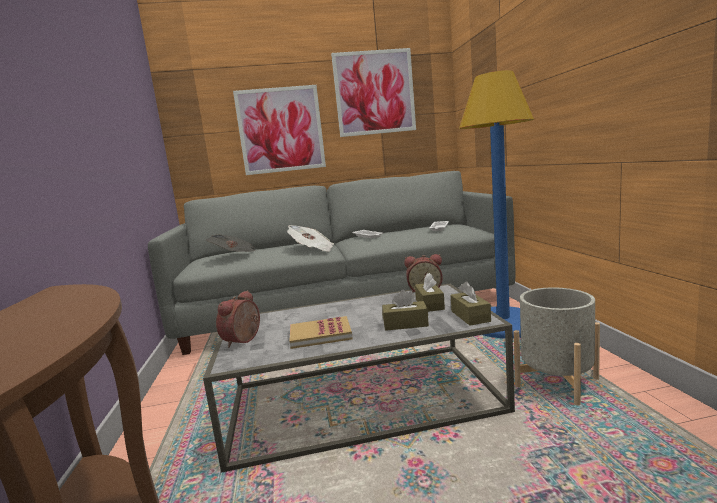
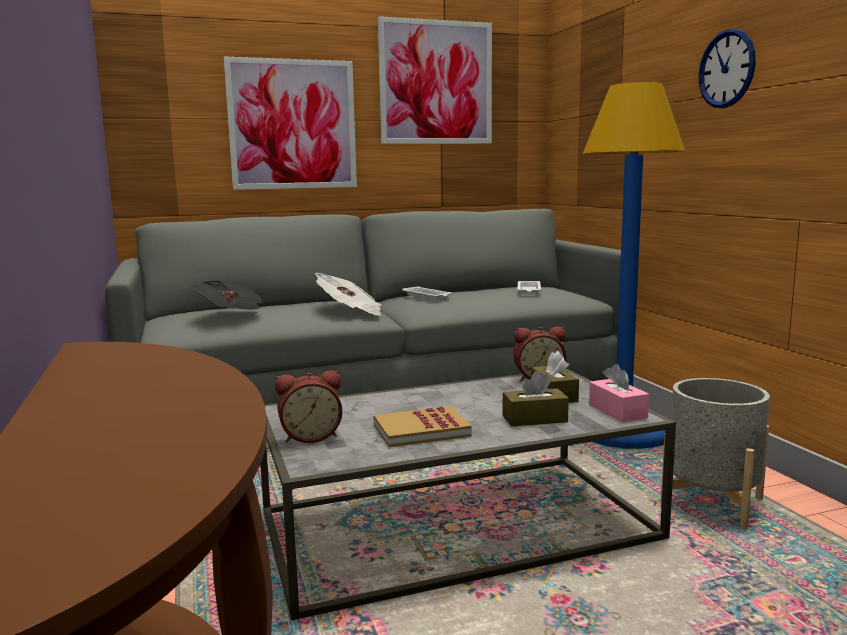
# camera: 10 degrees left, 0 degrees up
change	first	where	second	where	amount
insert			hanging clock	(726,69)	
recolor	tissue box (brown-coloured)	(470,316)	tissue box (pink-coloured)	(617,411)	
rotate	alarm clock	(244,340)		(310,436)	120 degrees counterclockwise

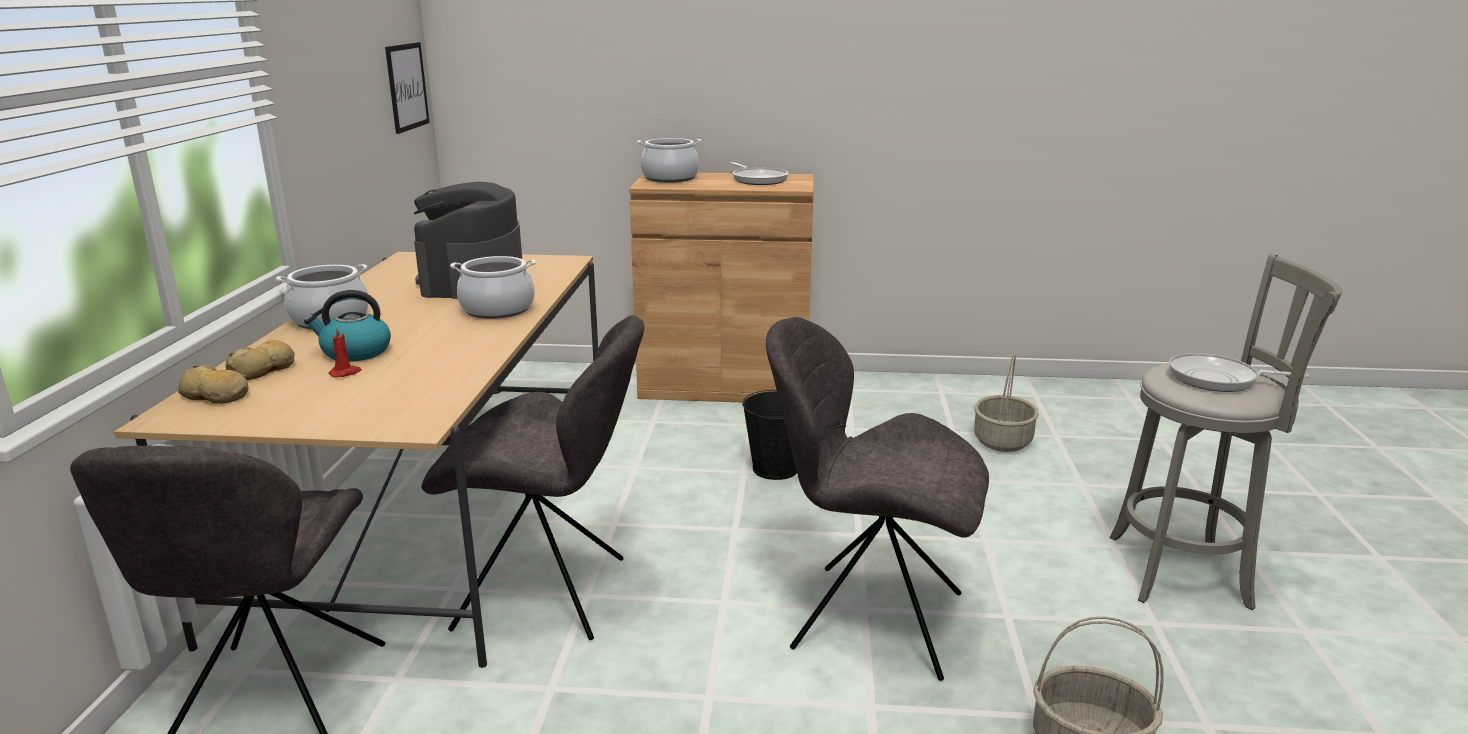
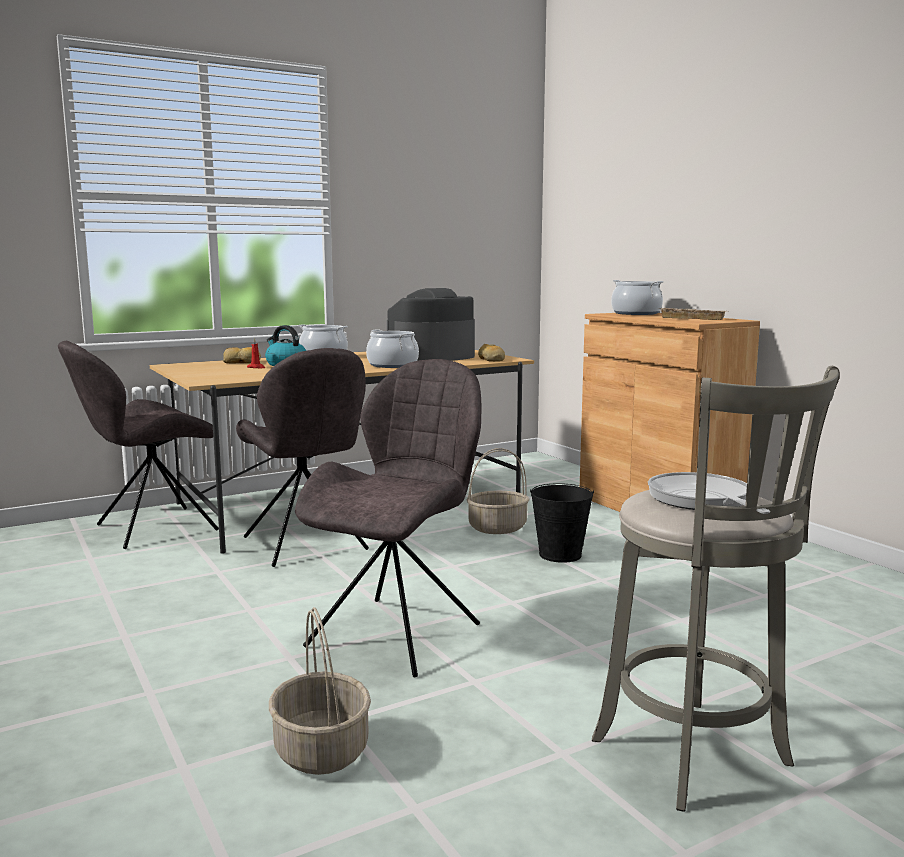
# camera: 55 degrees right, 10 degrees down
change	first	where	second	where	amount
delete	wall art	(407,87)			
move	bread	(215,396)		(491,359)	
move	household basket	(1002,440)		(498,528)	
replace	skillet	(758,179)	tray (sand-coloured)	(694,318)	
rotate	chair (grey)	(870,618)		(398,633)	45 degrees clockwise

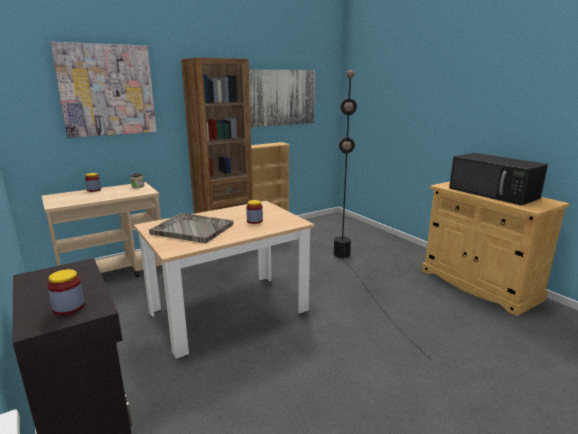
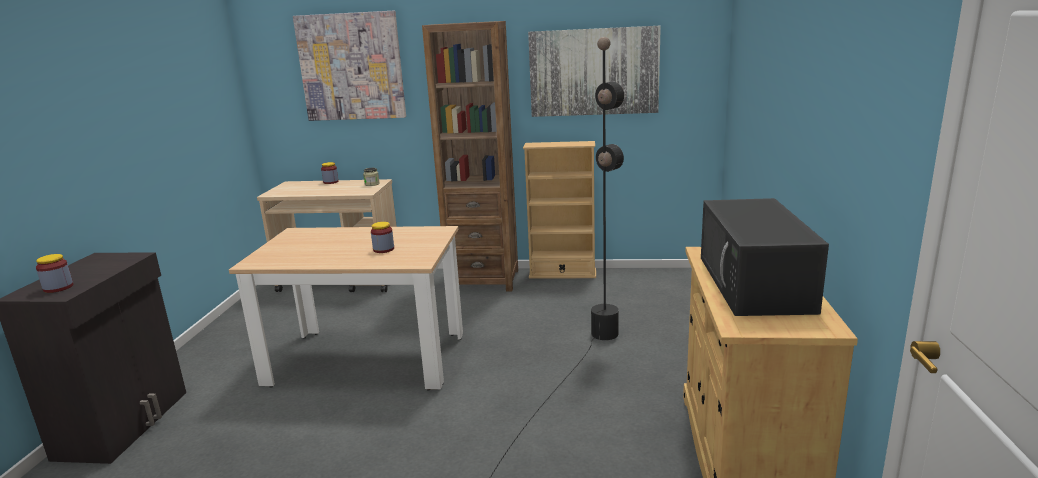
# camera: 40 degrees right, 0 degrees up
change	first	where	second	where	amount
delete	tray (grey)	(192,229)			

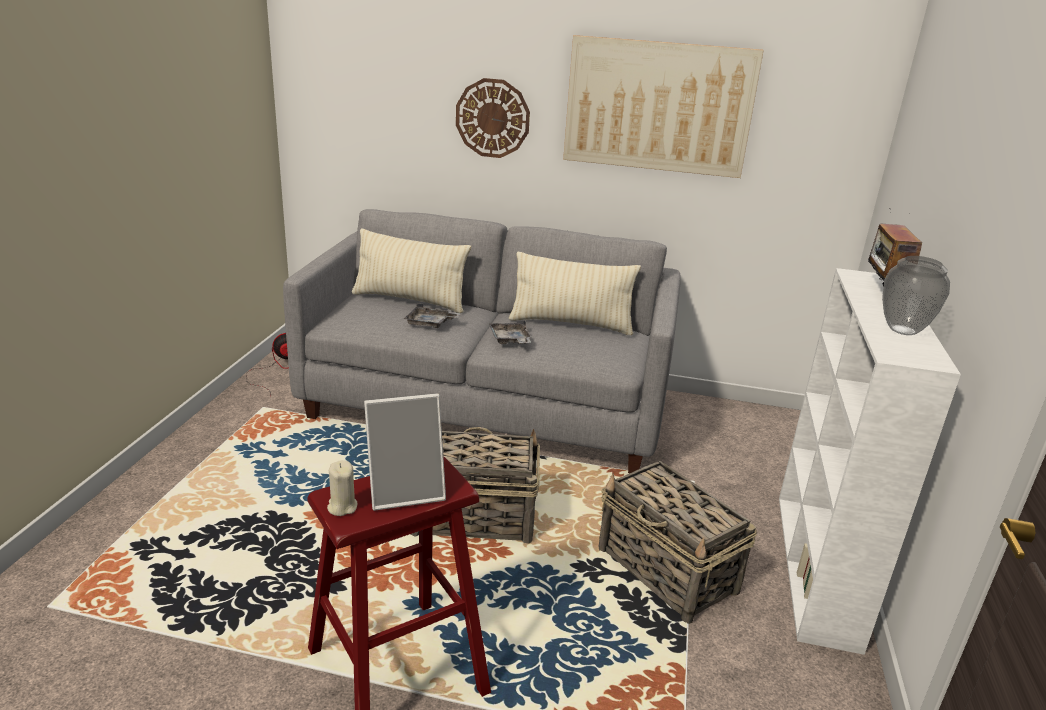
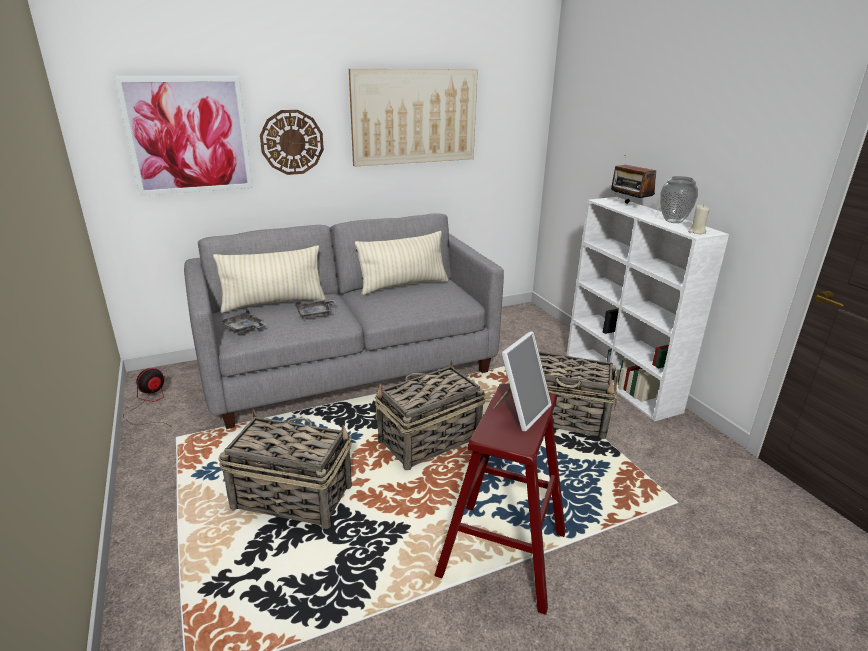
# camera: 35 degrees left, 0 degrees up
change	first	where	second	where	amount
insert			wall art	(188,136)	
insert			household basket	(291,497)	
move	wax candle (sand-coloured)	(342,507)		(697,232)	
move	tray (grey)	(510,340)		(244,329)	

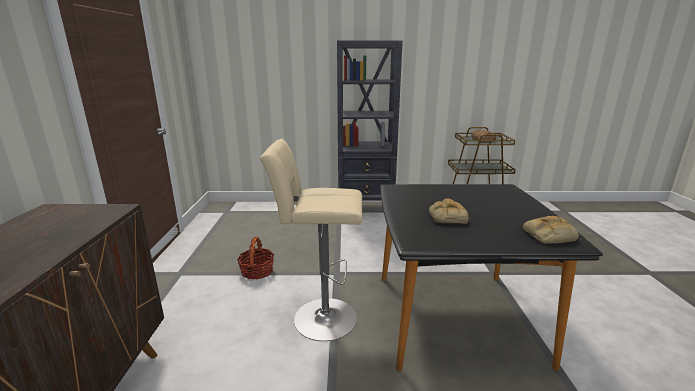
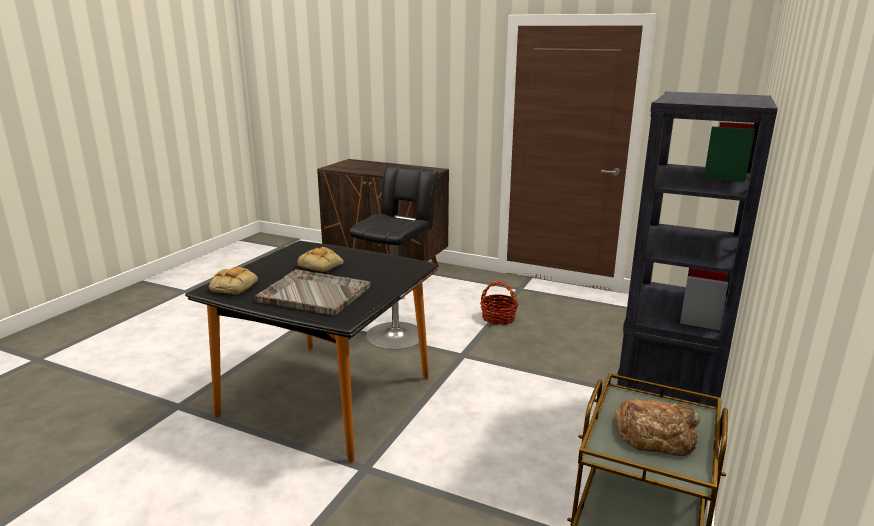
# camera: 115 degrees right, 0 degrees up
change	first	where	second	where	amount
insert			tray (grey)	(313,294)	
recolor	sitting stool (sand-coloured)	(320,318)	sitting stool (black-coloured)	(397,333)	

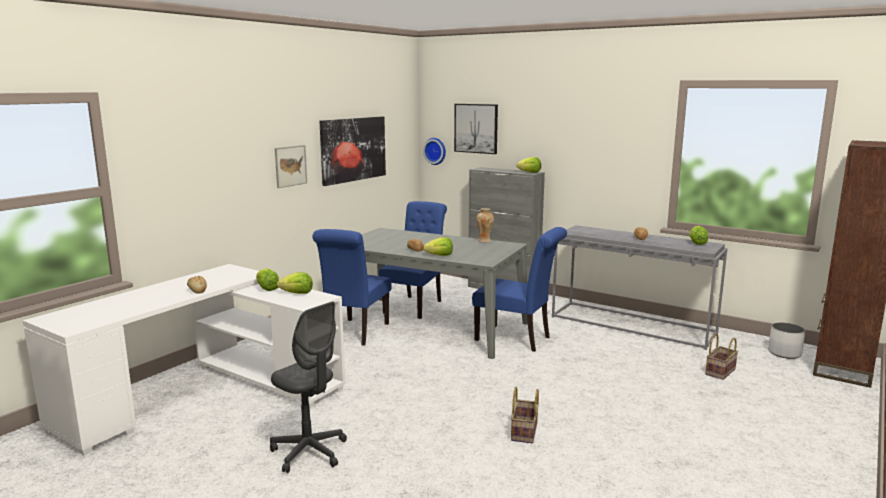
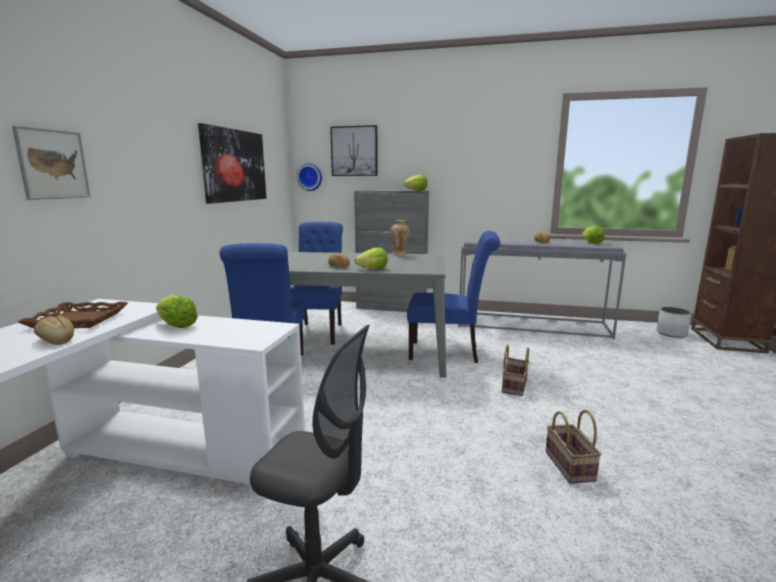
# camera: 20 degrees left, 0 degrees up
change	first	where	second	where	amount
delete	head of lettuce	(297,293)			
insert			tray (brown-coloured)	(77,320)	
move	wall art	(290,166)		(53,164)	
move	household basket	(720,371)		(513,386)	

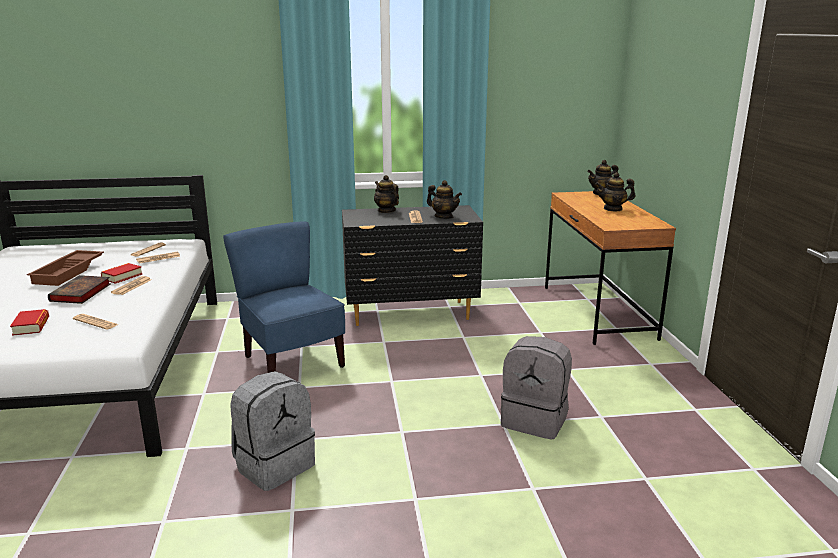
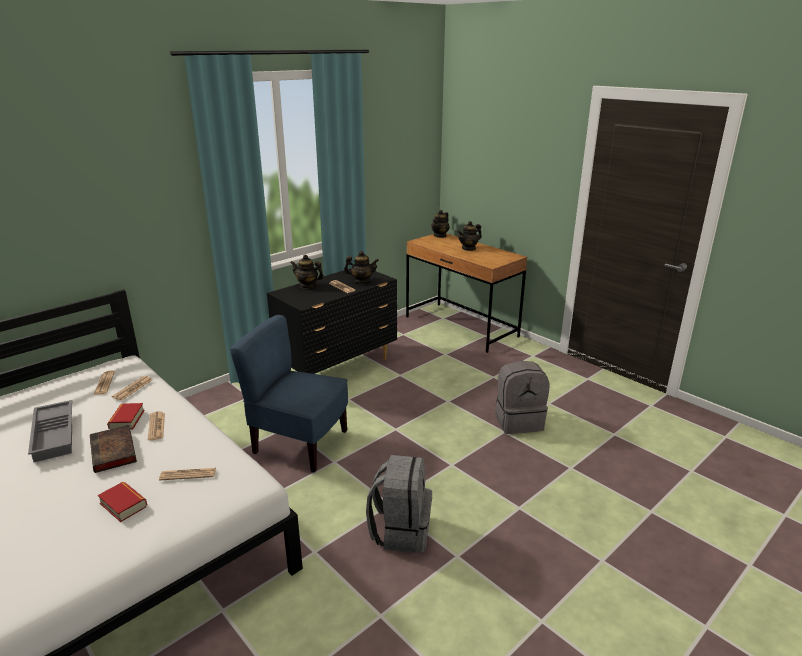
# camera: 35 degrees left, 5 degrees up
change	first	where	second	where	amount
recolor	tray (brown-coloured)	(69,272)	tray (grey)	(56,434)	

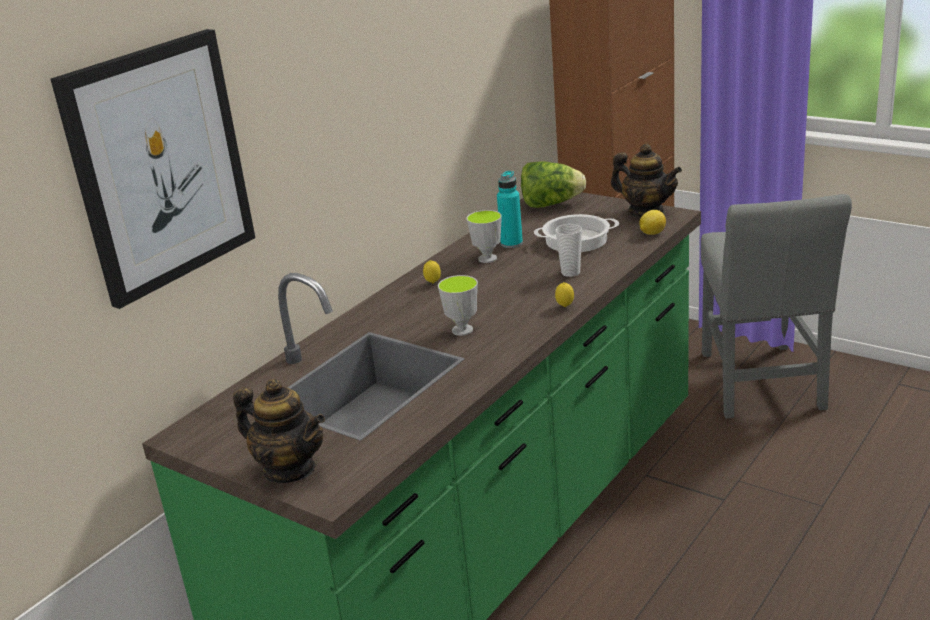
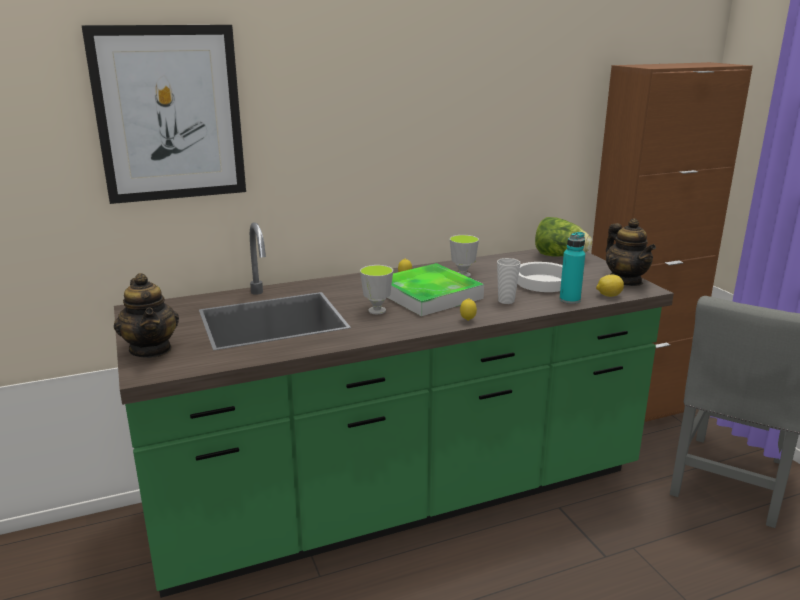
# camera: 30 degrees right, 5 degrees down
change	first	where	second	where	amount
insert			tray	(429,295)	
move	bottle (blue-green)	(511,243)		(569,300)	

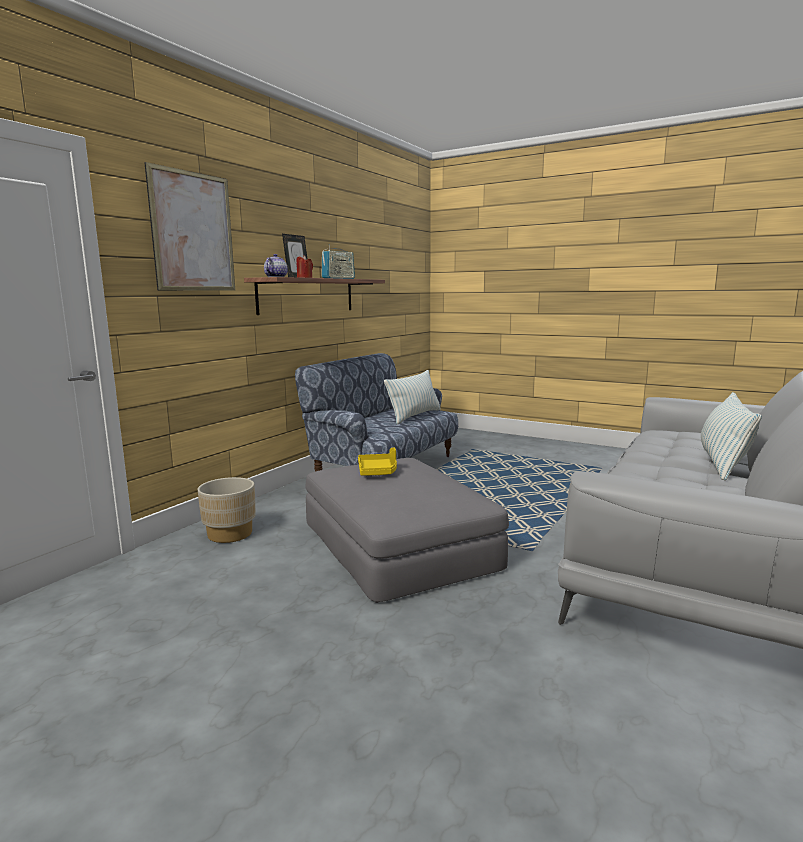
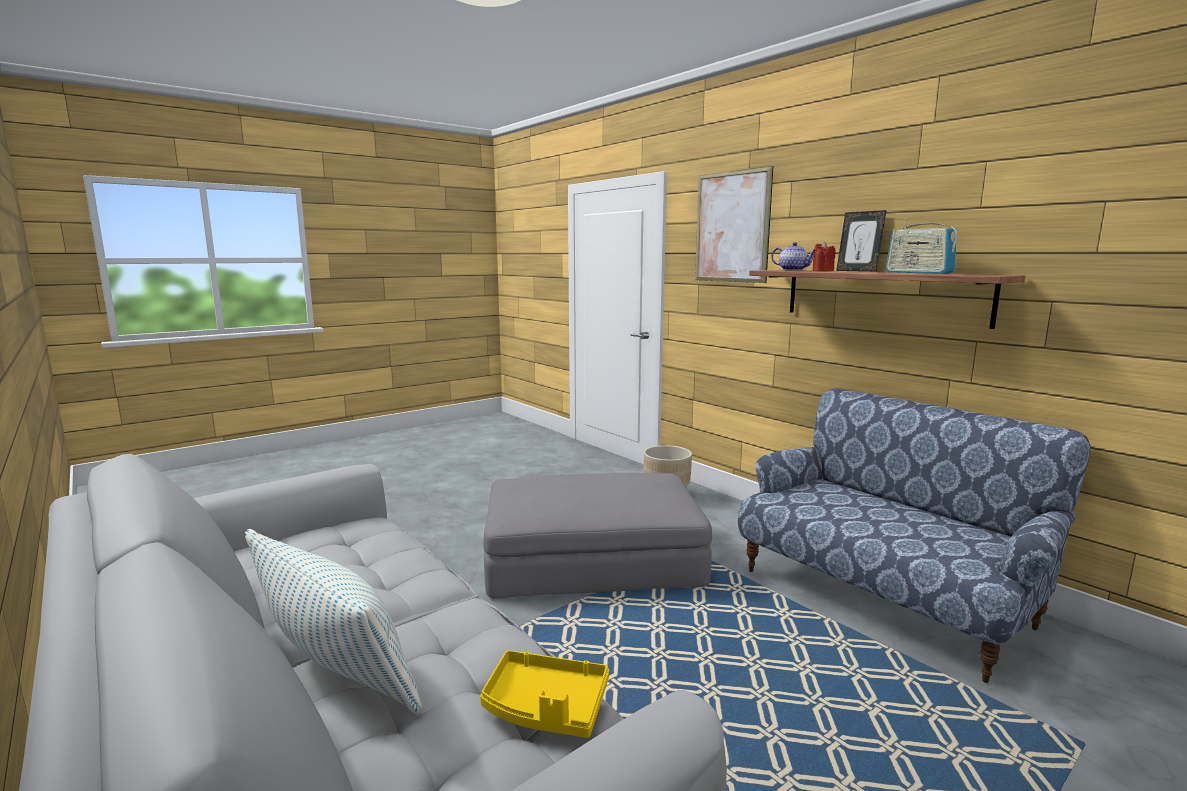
# camera: 110 degrees right, 0 degrees up
change	first	where	second	where	amount
delete	pillow	(414,416)			
move	tray (yellowish)	(378,471)		(545,707)	

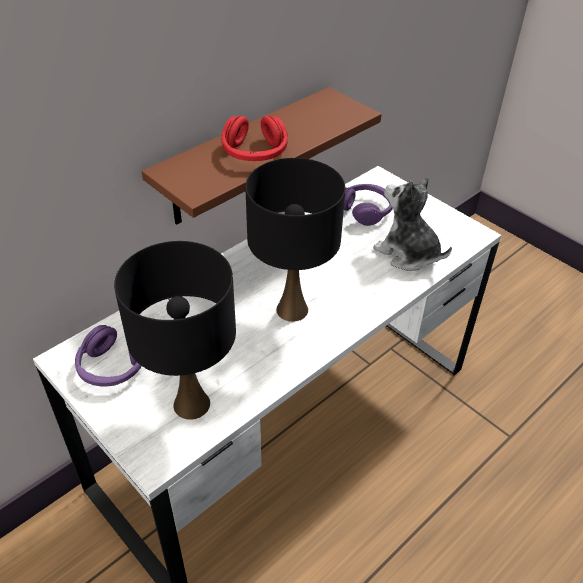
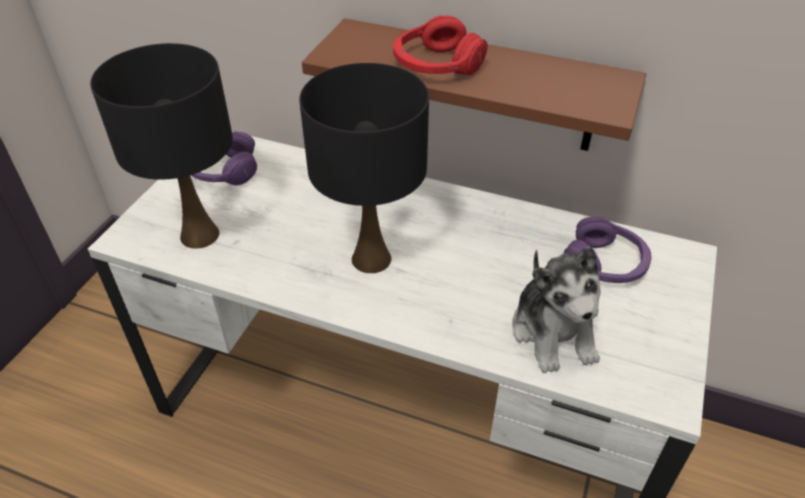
# camera: 65 degrees right, 0 degrees up
change	first	where	second	where	amount
rotate	cuddly toy	(407,253)		(553,332)	150 degrees clockwise

